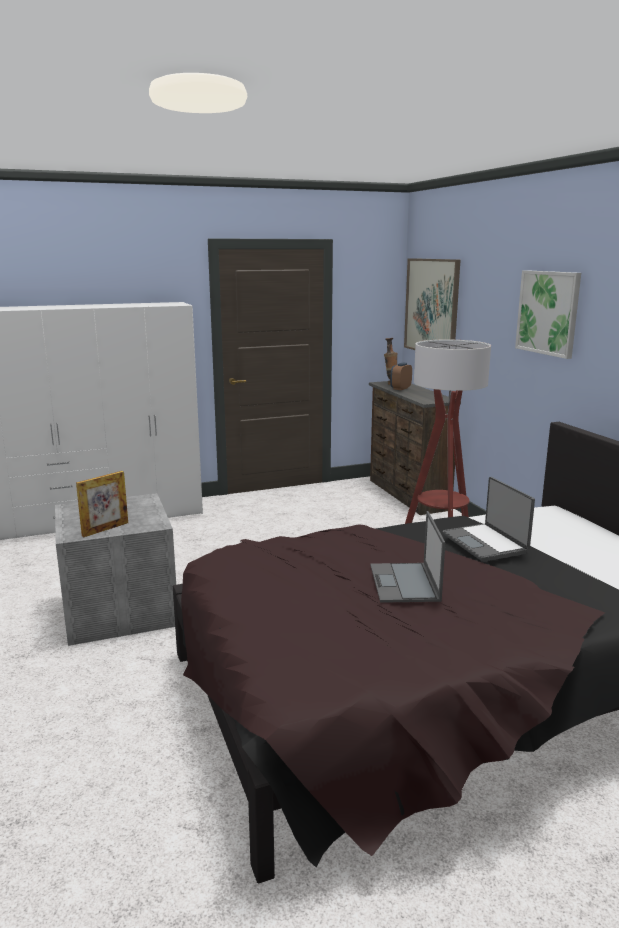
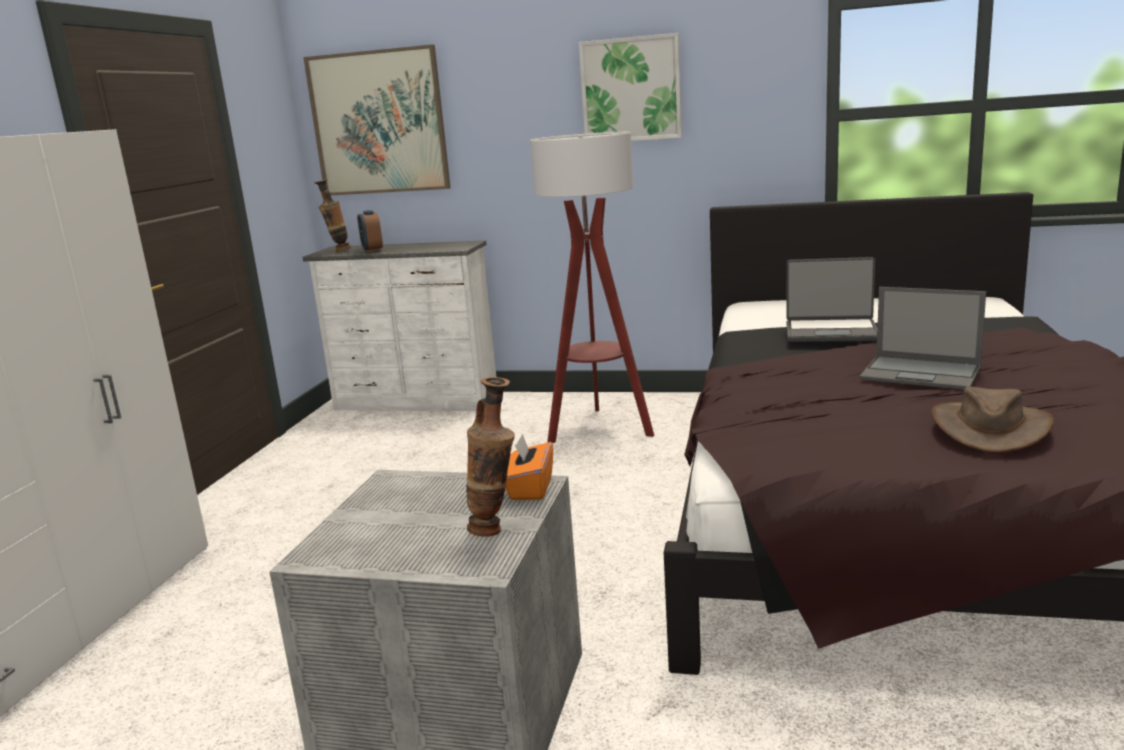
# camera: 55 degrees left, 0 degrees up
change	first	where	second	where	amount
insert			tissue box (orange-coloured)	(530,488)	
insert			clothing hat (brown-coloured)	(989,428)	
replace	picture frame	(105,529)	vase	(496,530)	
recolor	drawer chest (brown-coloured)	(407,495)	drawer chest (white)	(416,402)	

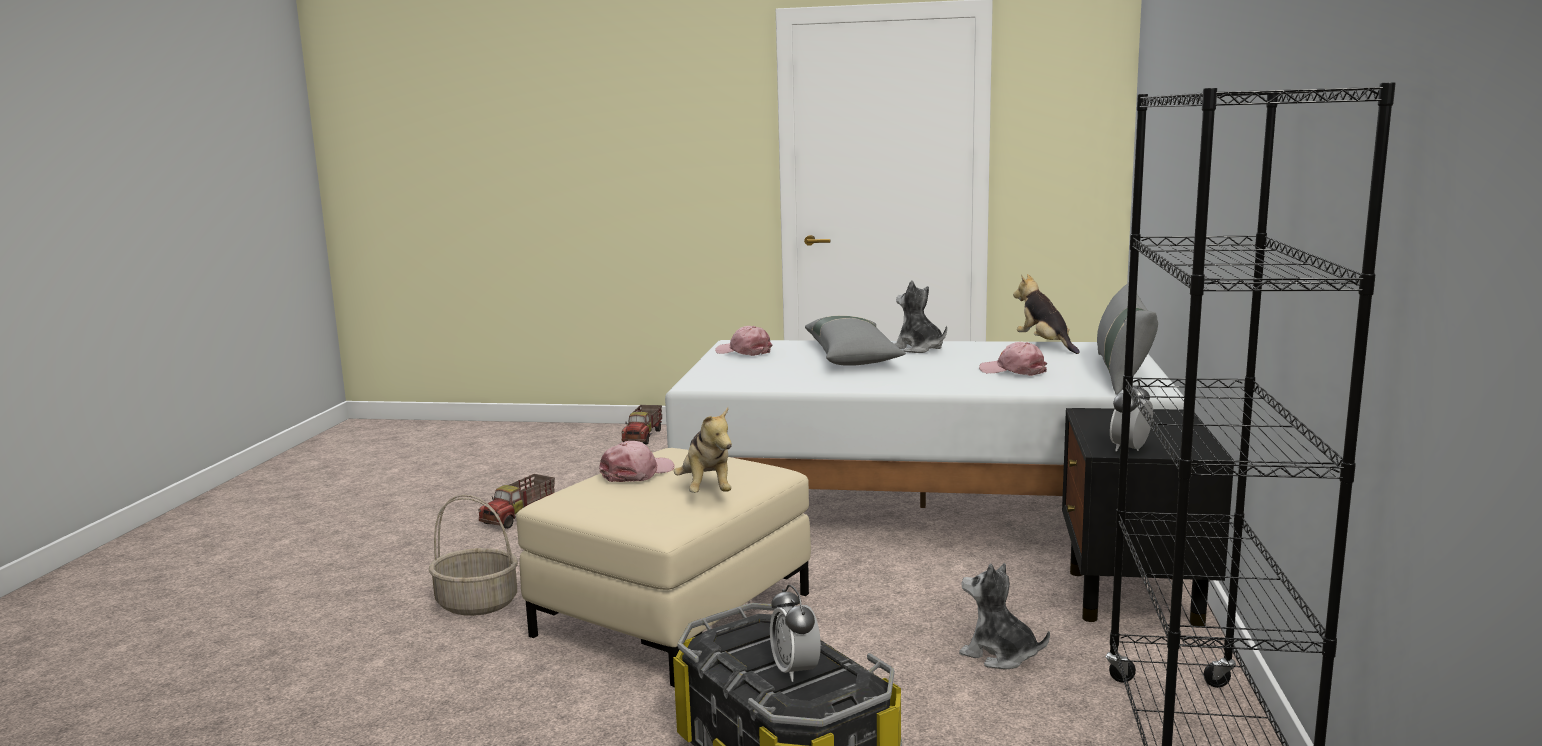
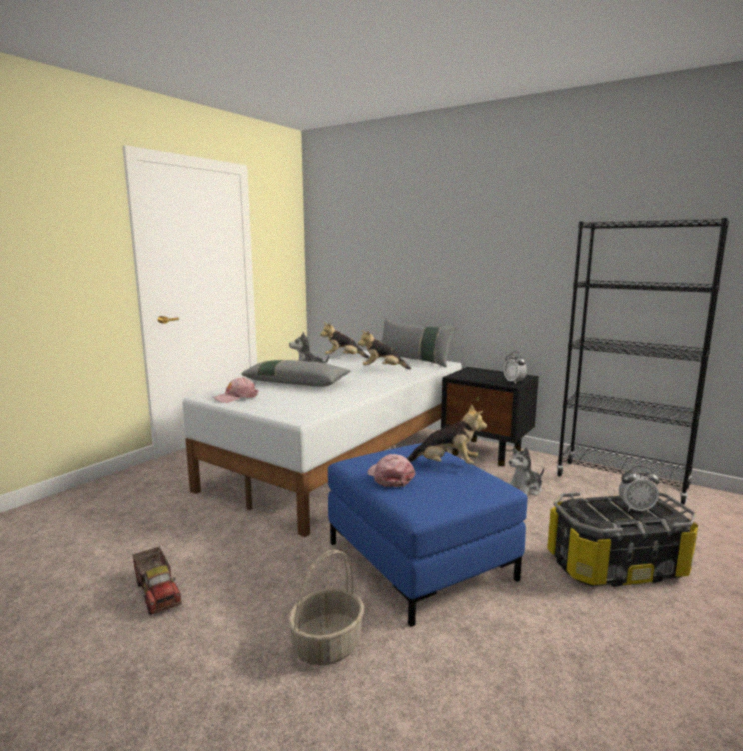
# camera: 65 degrees left, 0 degrees up
change	first	where	second	where	amount
delete	toy truck	(644,436)			
replace	cap (pink-coloured)	(1013,371)	cuddly toy	(382,369)	
recolor	footrest (sand-coloured)	(673,613)	footrest (blue)	(418,560)	

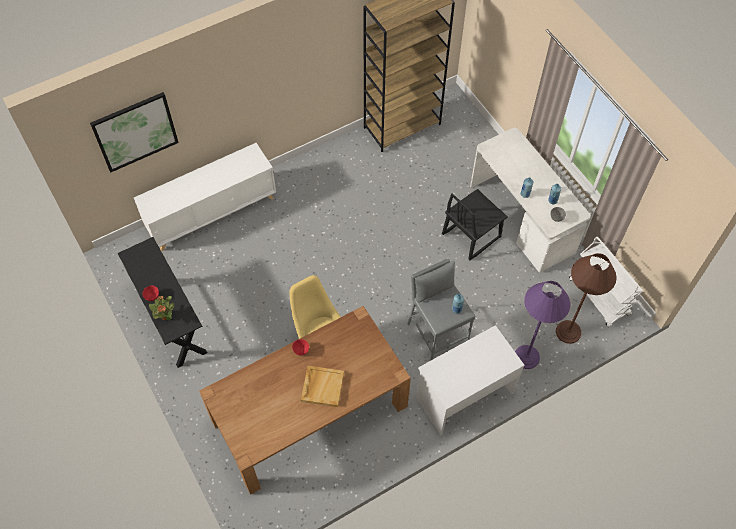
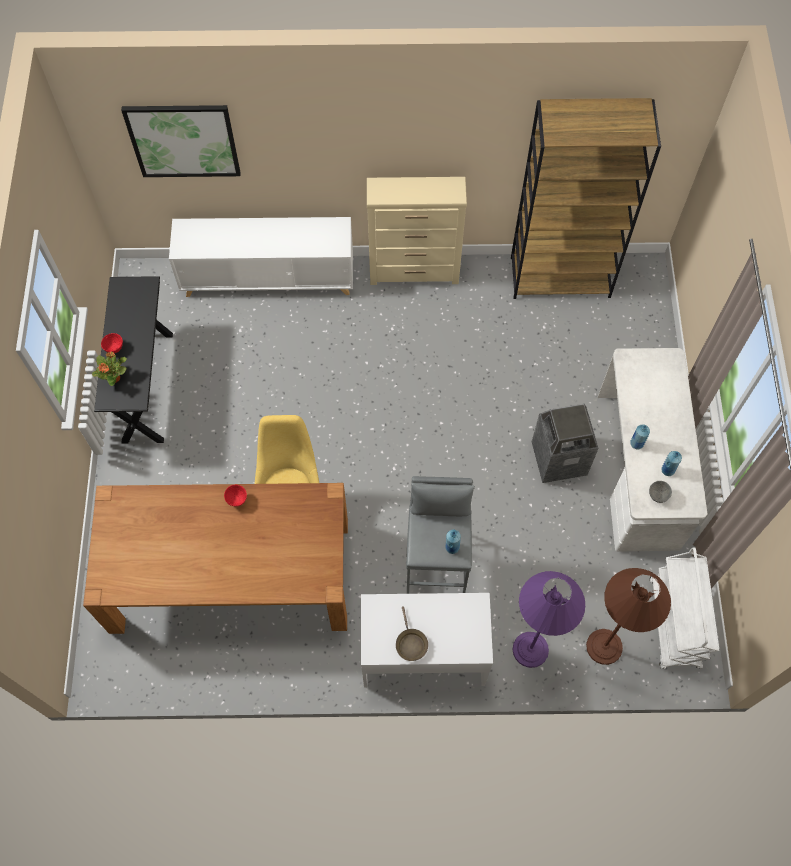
# camera: 30 degrees right, 5 degrees up
change	first	where	second	where	amount
delete	tray (sand-coloured)	(322,386)			
insert			drawer chest (sand-coloured)	(415,272)	
insert			skillet (brown-coloured)	(410,643)	
replace	chair (black-coloured)	(470,235)	rubbish bin	(558,458)	

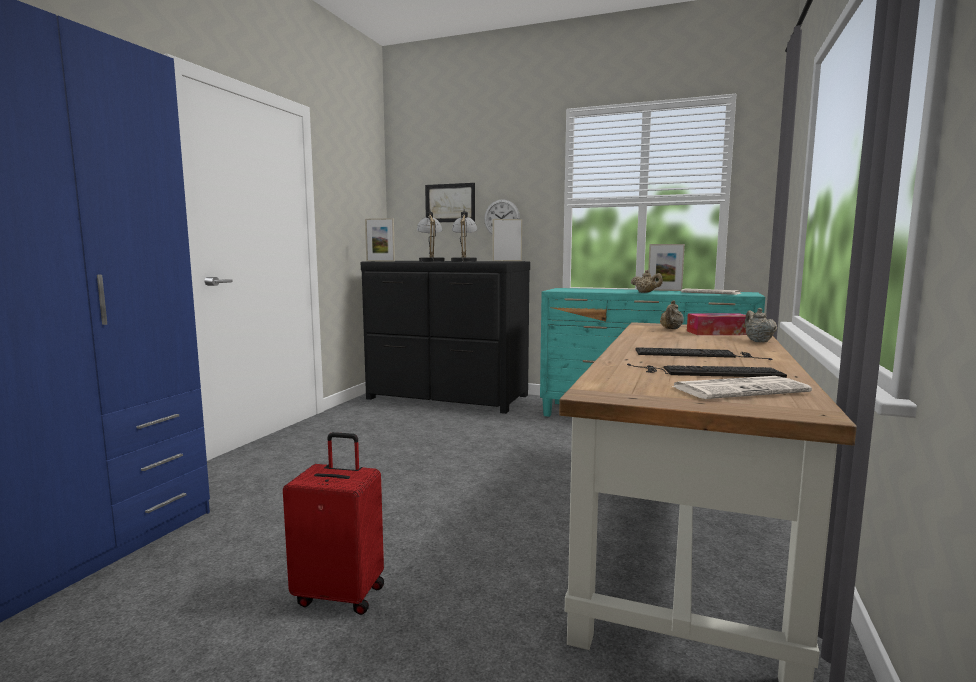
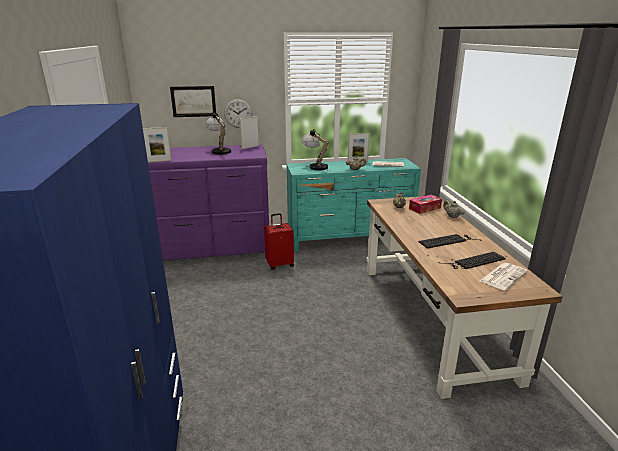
# camera: 30 degrees left, 15 degrees up
change	first	where	second	where	amount
move	piece of luggage (reddish)	(341,594)		(279,264)	
move	table lamp	(430,261)		(315,166)	
recolor	drawer chest (black-coloured)	(447,398)	drawer chest (purple-coloured)	(216,248)	

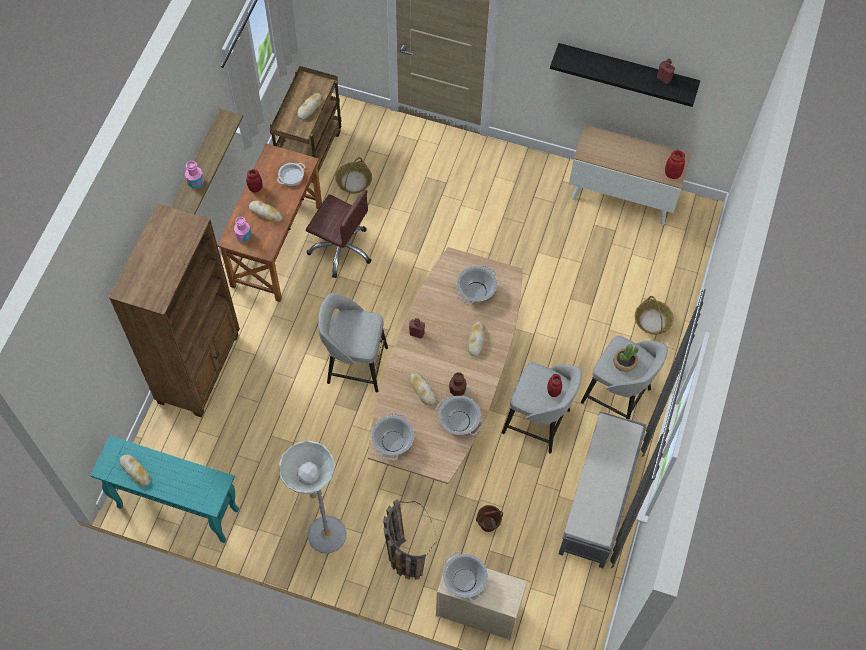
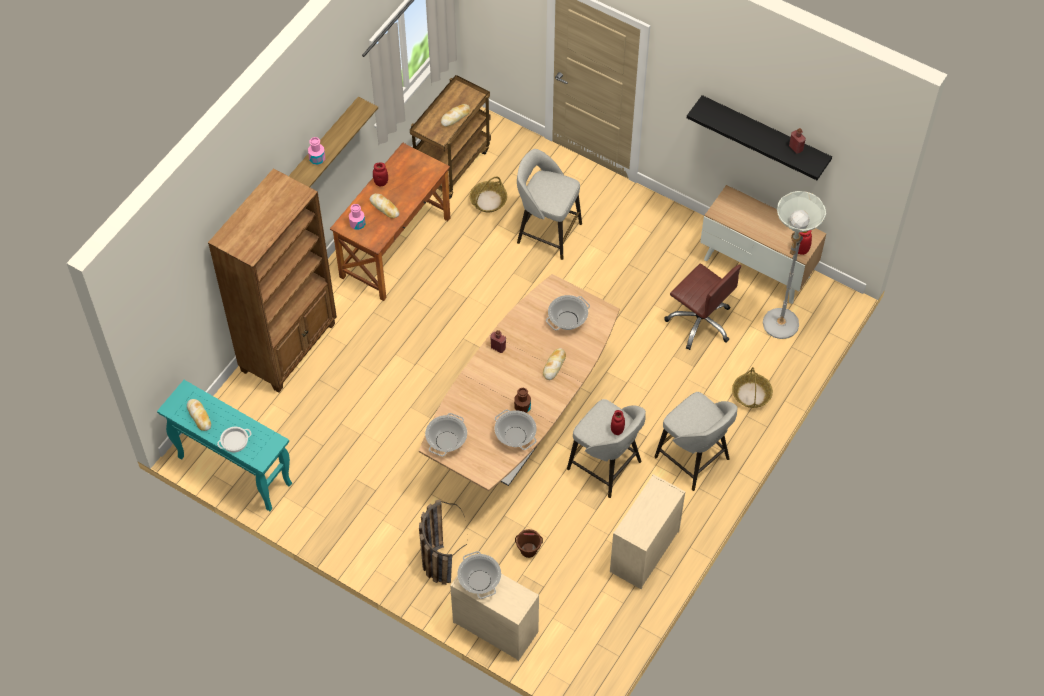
# camera: 15 degrees right, 5 degrees down
change	first	where	second	where	amount
delete	bread	(422,390)			
delete	houseplant	(624,362)			
move	cooking pot	(291,176)		(234,441)	
move	floor lamp (grey)	(324,543)		(777,330)	
move	computer chair (brown-coloured)	(341,249)		(700,322)	
move	sitting stool (grey)	(355,364)		(547,232)	
replace	indoor bench (grey)	(598,500)	drawer chest (sand-coloured)	(644,552)	

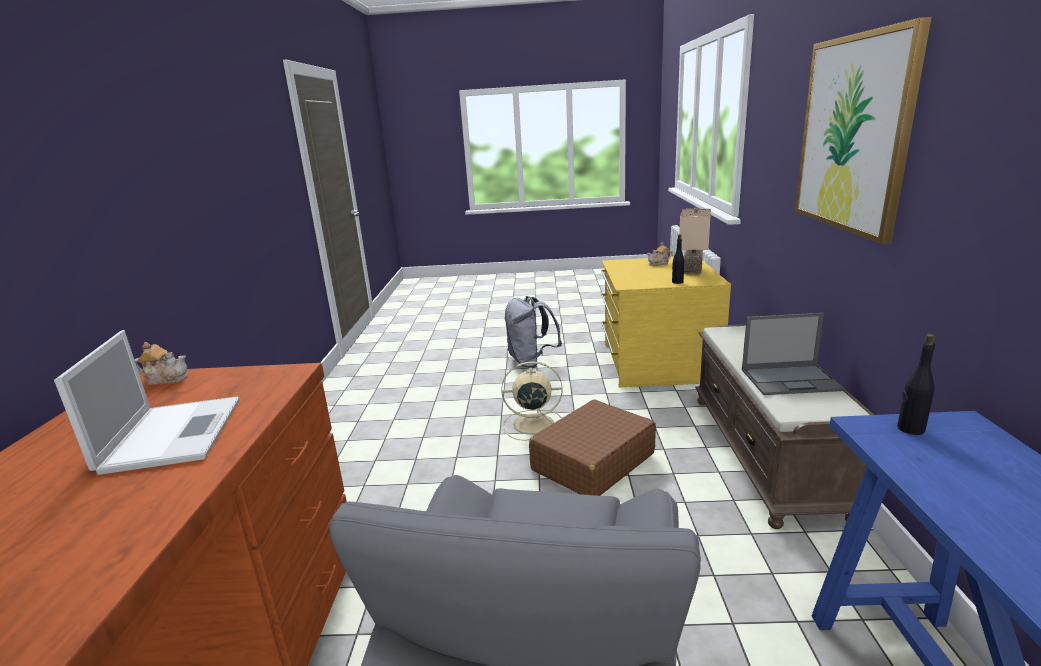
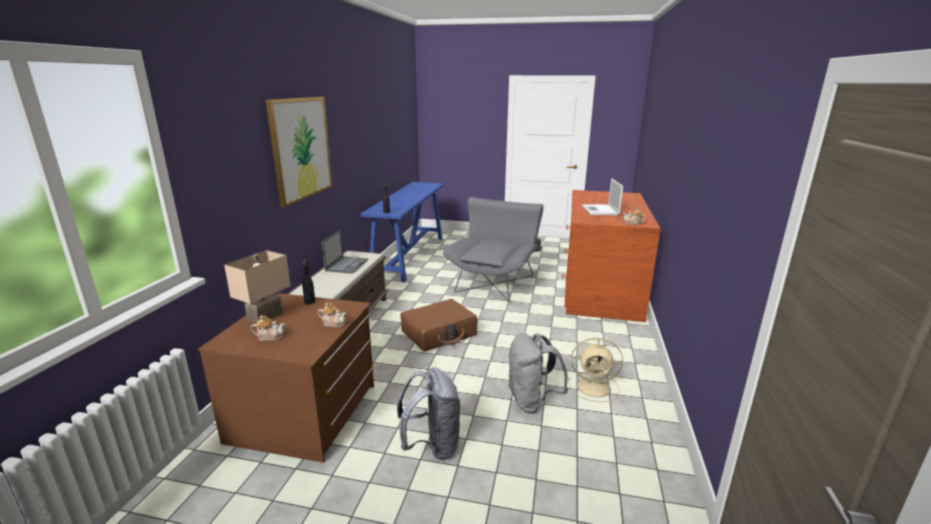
# camera: 170 degrees left, 0 degrees up
change	first	where	second	where	amount
insert			teapot	(333,323)	
insert			rucksack (grey)	(532,401)	
move	cooling fan (sand-coloured)	(531,424)		(595,387)	
recolor	drawer chest (yellowish)	(656,362)	drawer chest (brown-coloured)	(306,413)	
rotate	portable computer	(791,379)		(347,265)	90 degrees clockwise

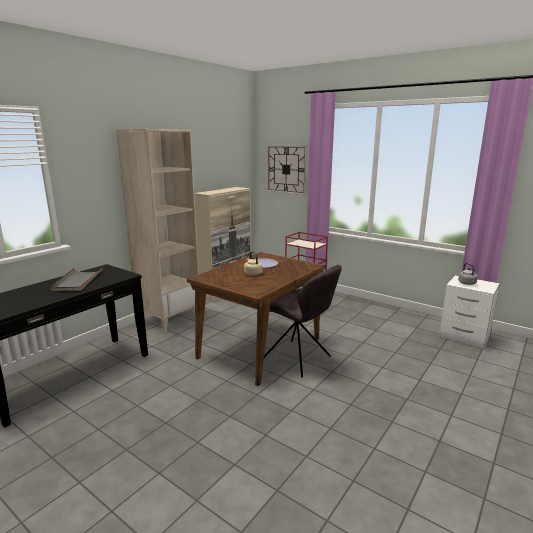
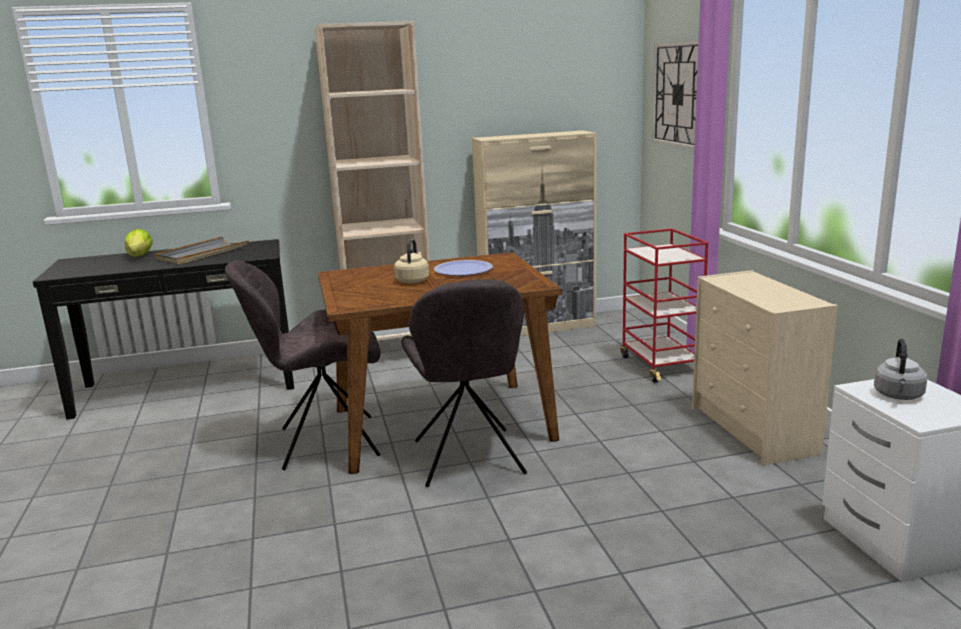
# camera: 40 degrees right, 0 degrees up
change	first	where	second	where	amount
insert			head of lettuce	(140,256)	
insert			chair (grey)	(324,442)	
insert			drawer chest (sand-coloured)	(753,431)	

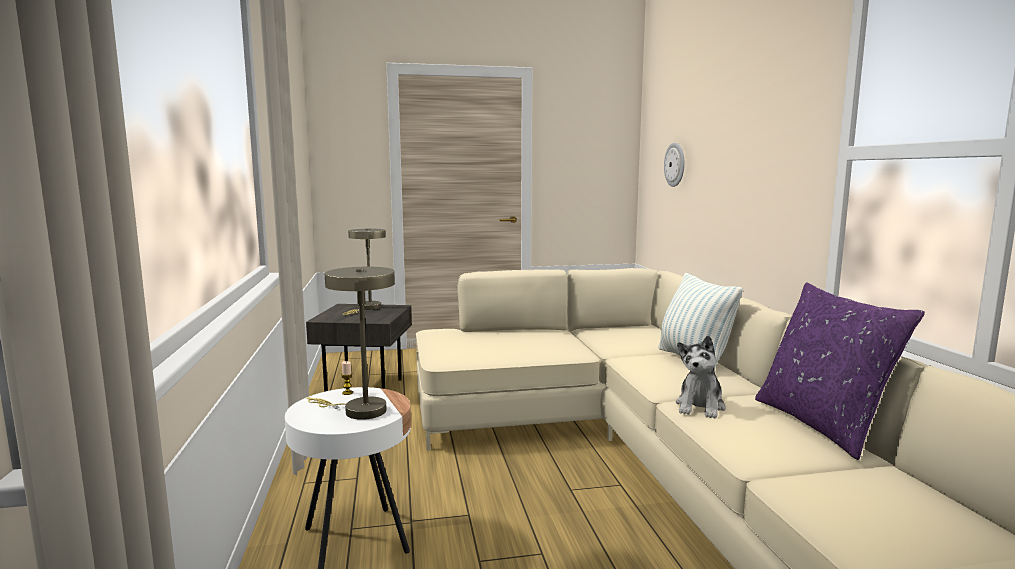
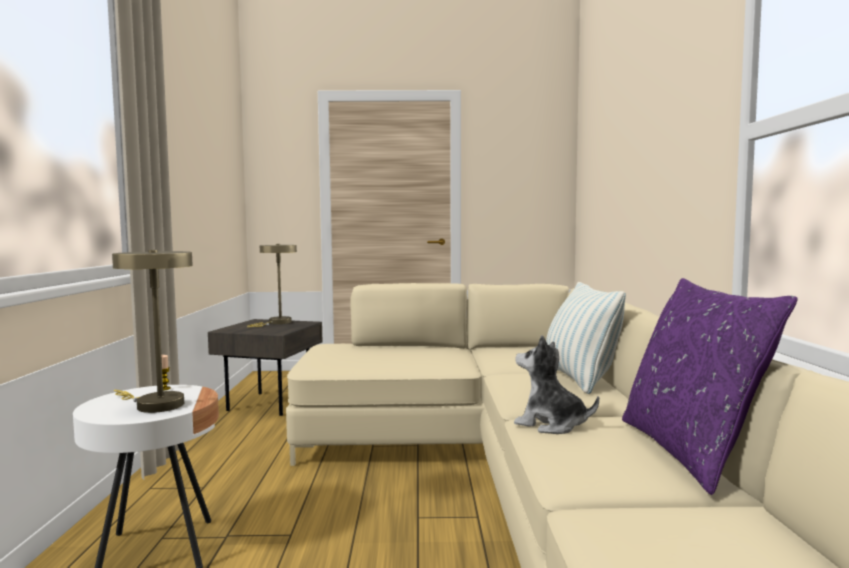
# camera: 10 degrees right, 5 degrees down
change	first	where	second	where	amount
delete	hanging clock	(675,164)			
rotate	cuddly toy	(700,407)		(551,425)	90 degrees clockwise

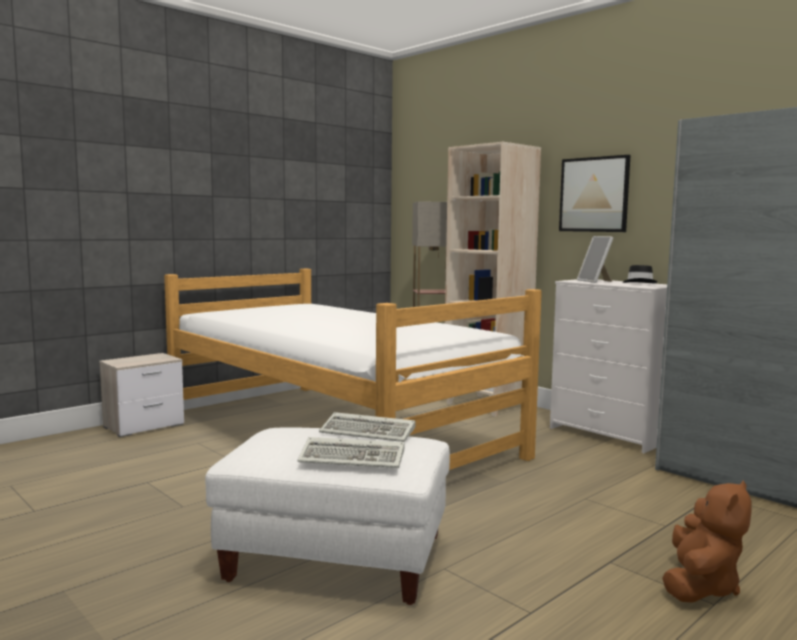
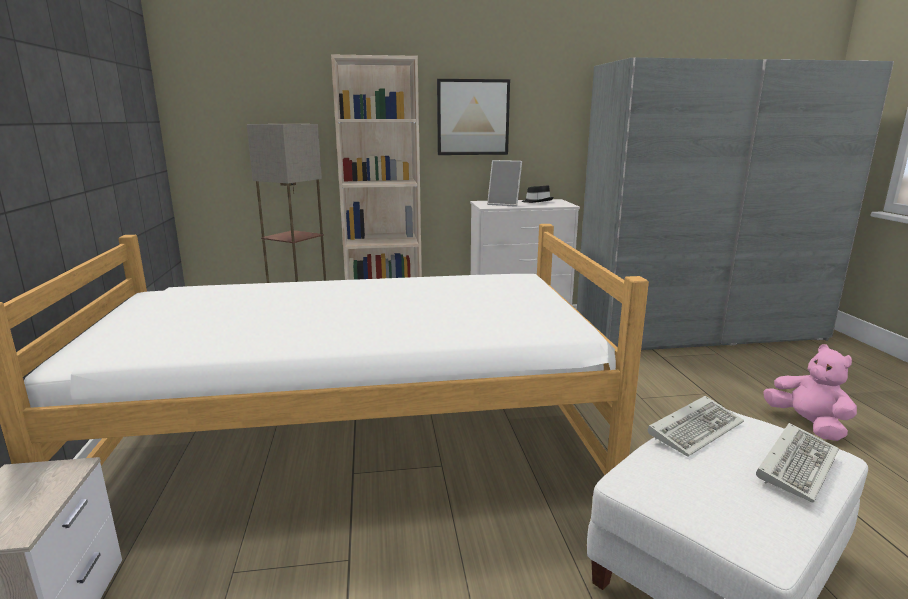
# camera: 55 degrees left, 10 degrees up
change	first	where	second	where	amount
recolor	cuddly toy (brown-coloured)	(700,586)	cuddly toy (pink-coloured)	(807,424)	

